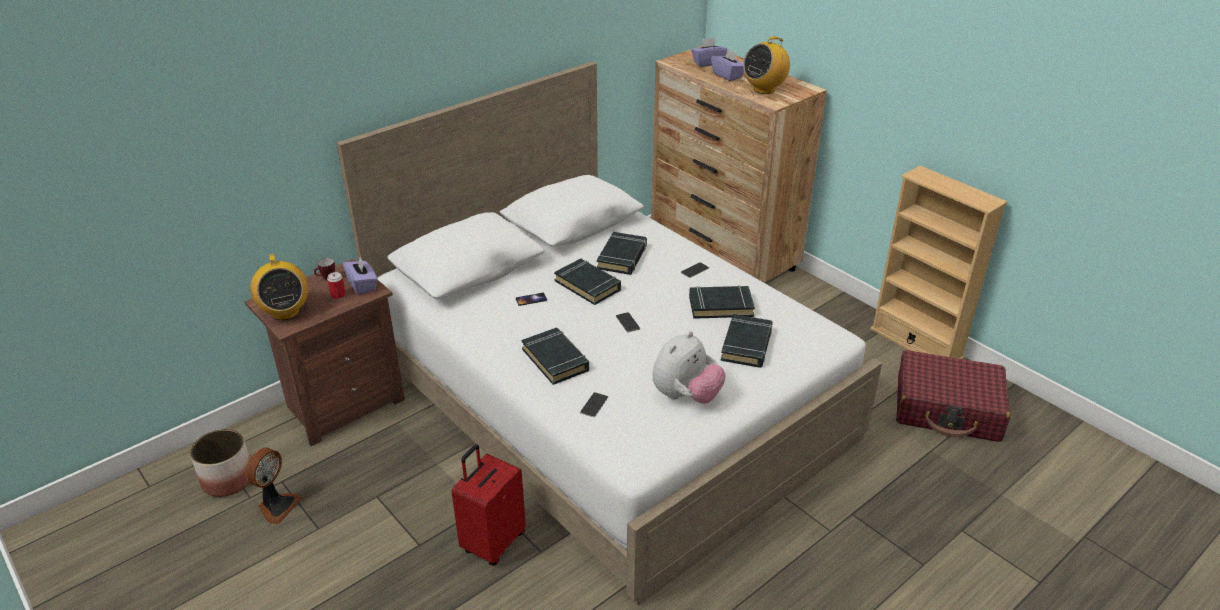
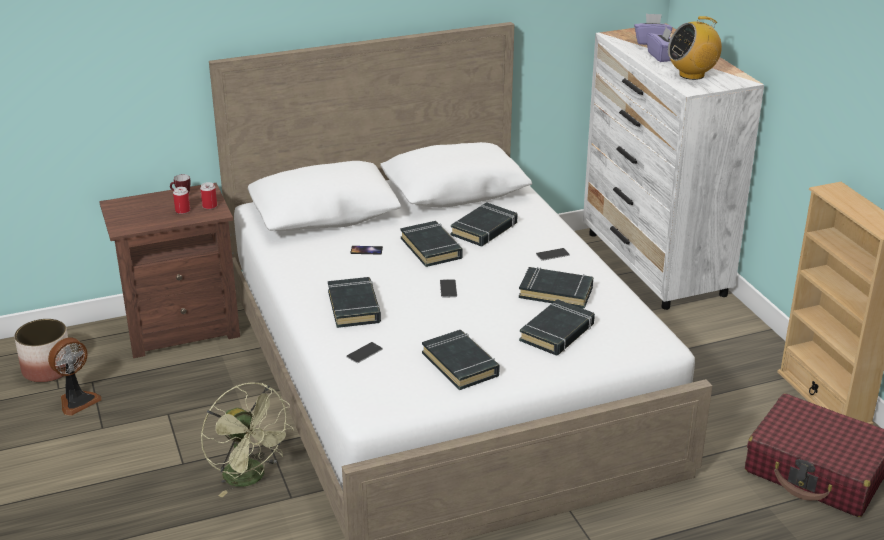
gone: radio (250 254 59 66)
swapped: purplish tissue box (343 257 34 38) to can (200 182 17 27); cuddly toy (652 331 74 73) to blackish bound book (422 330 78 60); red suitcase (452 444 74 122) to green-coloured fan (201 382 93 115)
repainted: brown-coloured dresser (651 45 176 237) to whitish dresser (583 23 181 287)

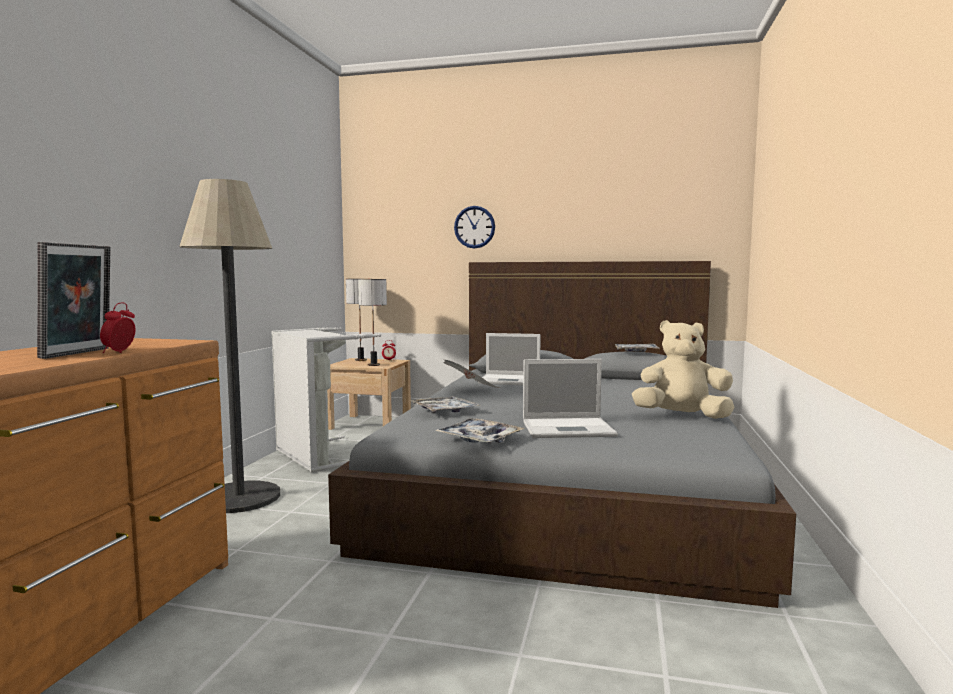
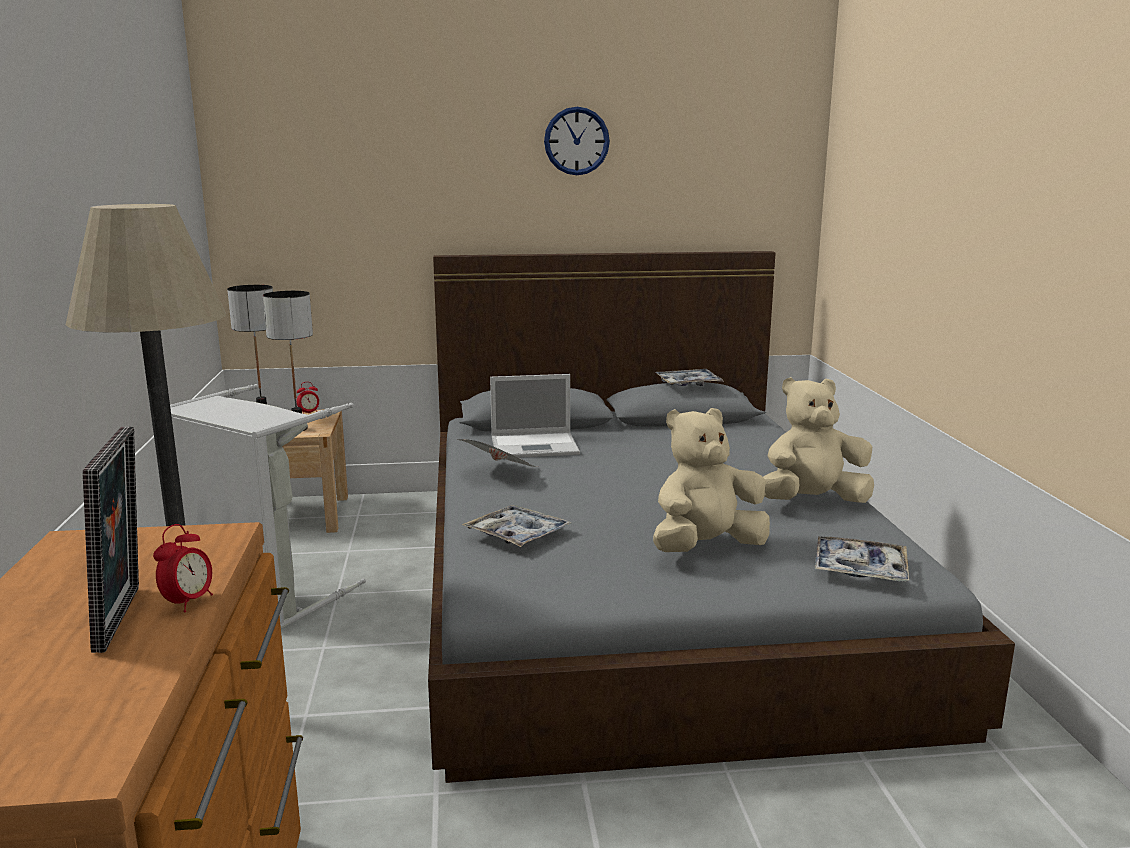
shifted: hanging clock (454 206 41 43) to (544 107 66 68); carrying tray (436 418 88 25) to (814 536 95 45)
swapped: laptop (523 359 95 79) to sand-coloured cuddly toy (653 408 117 144)
rotated: alarm clock (100 302 36 51) = (153 524 60 88) 150 degrees counterclockwise

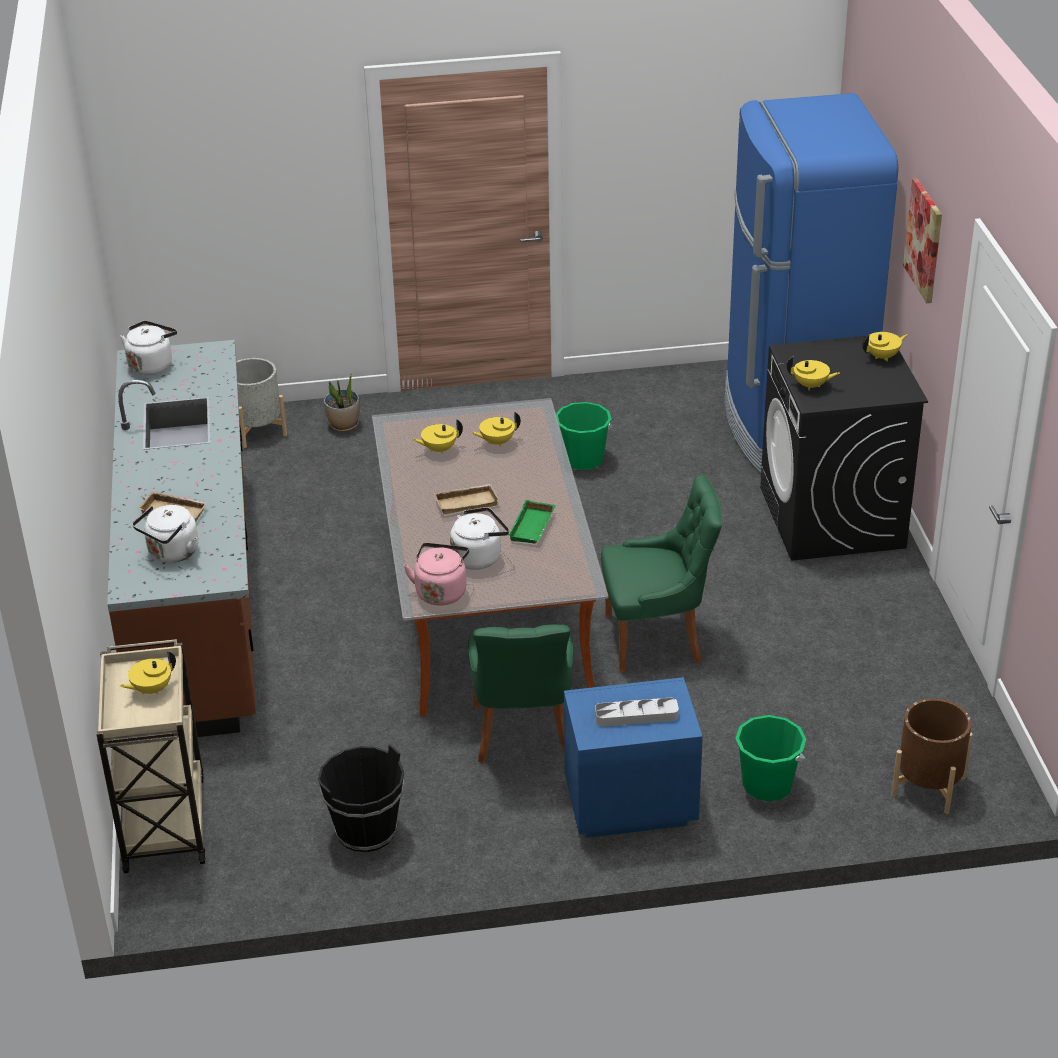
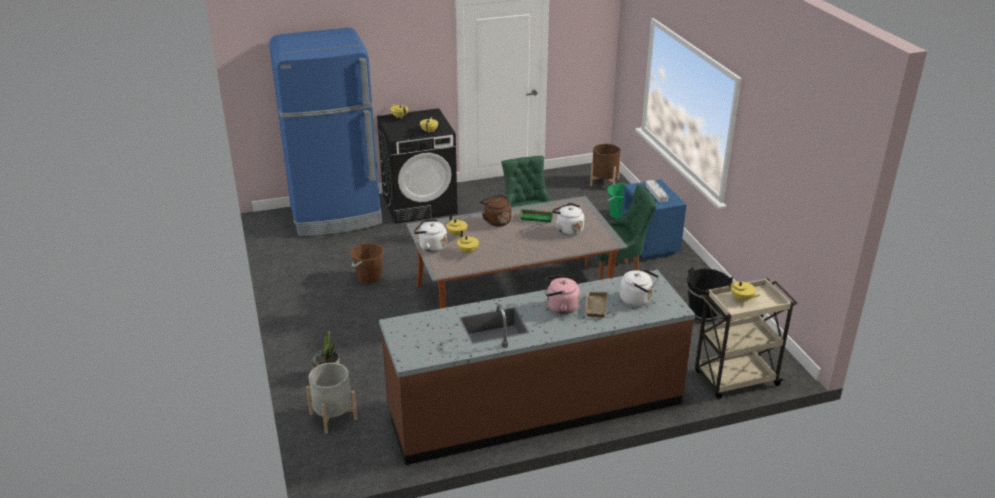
gone: wall art (903 178 39 125); sand-coloured carrying tray (434 484 65 30)
new: brown-coloured water kettle (480 194 31 32)
shifted: whitish water kettle (120 321 57 54) to (414 219 33 33); pinkish water kettle (403 543 66 63) to (545 275 35 39)
repainted: green-coloured water bucket (556 402 57 68) to brown-coloured water bucket (350 243 35 41)

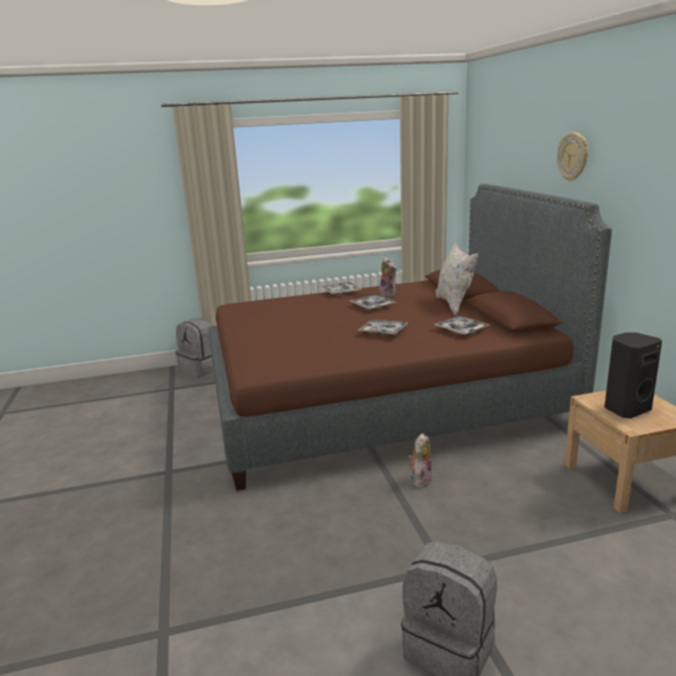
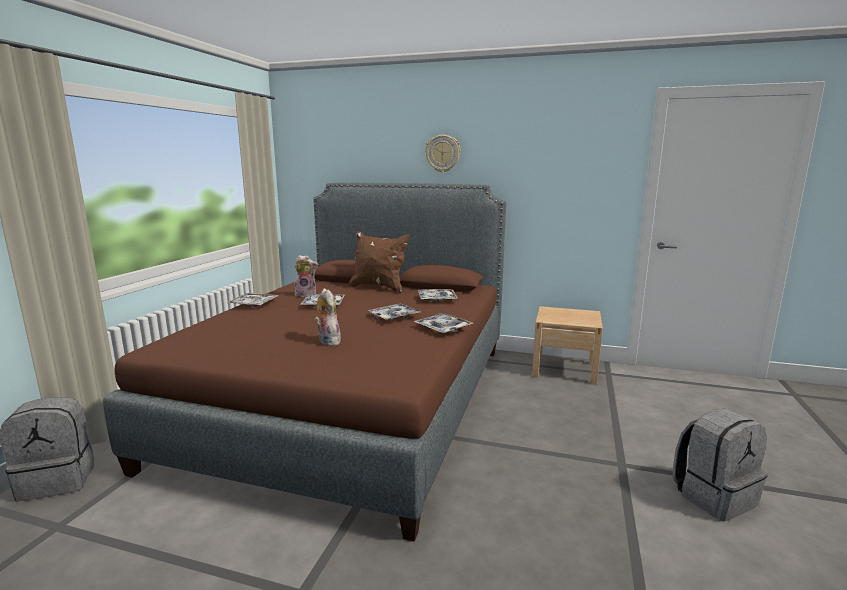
gone: blackish audio speaker (604 332 58 86)
new: carrying tray (414 313 59 20)
shifted: cuddly toy (409 433 23 55) to (314 288 27 58)
repainted: whitish throw pillow (435 242 43 73) to brown-coloured throw pillow (349 231 61 62)

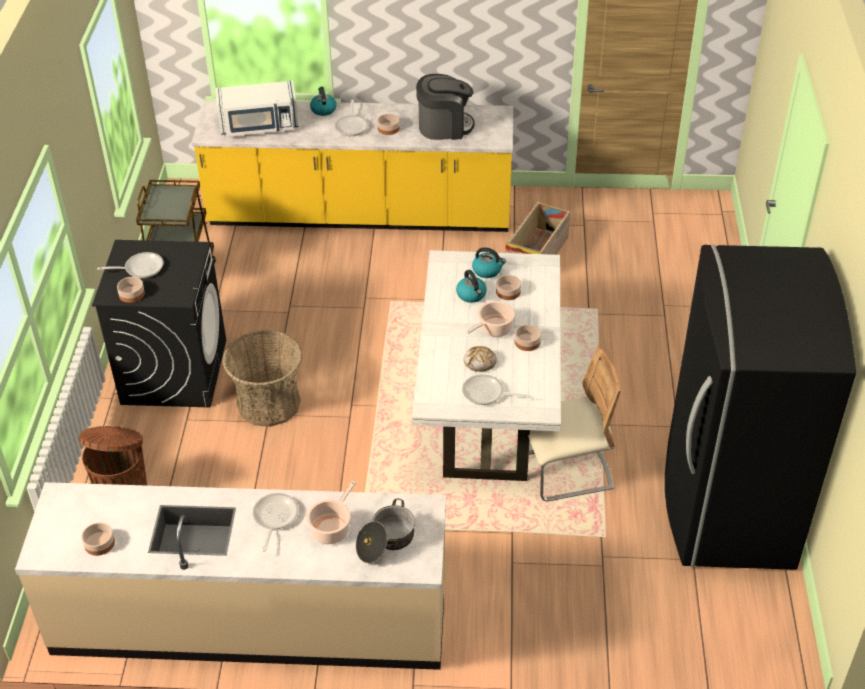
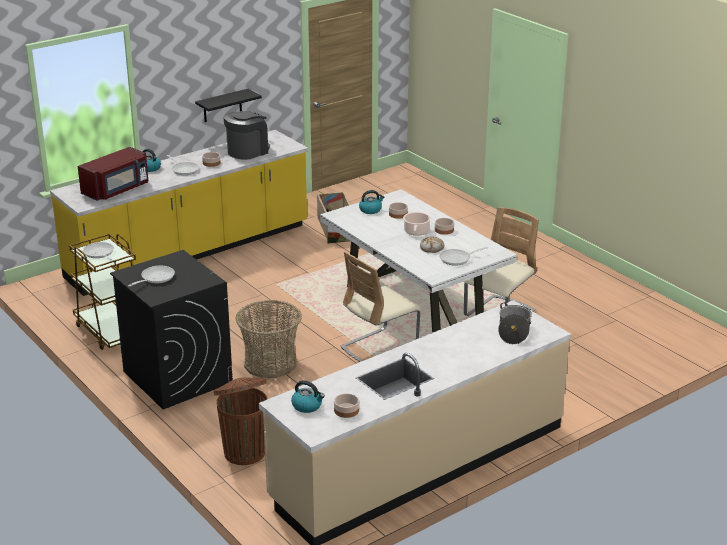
gone: blackish fridge (665 244 191 326); deep dish (117 277 28 26); stockpot (307 481 49 63)
new: blackish wall shelf (195 89 67 33); sand-coloured chair (341 251 80 111)
shifted: water kettle (456 270 31 33) to (291 380 34 33); pan (253 493 46 59) to (83 242 31 20)
repainted: whitish microwave (216 81 83 56) to red microwave (78 147 70 54)

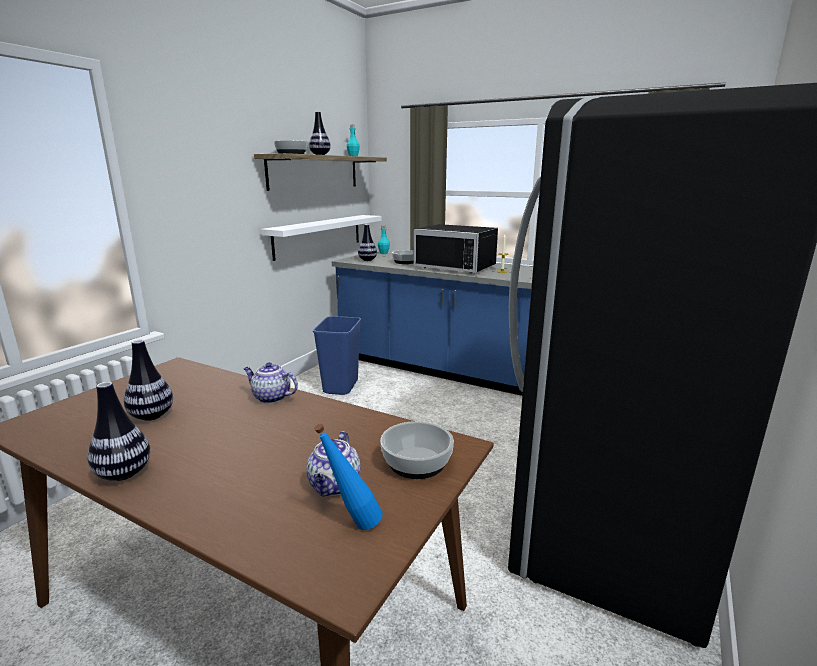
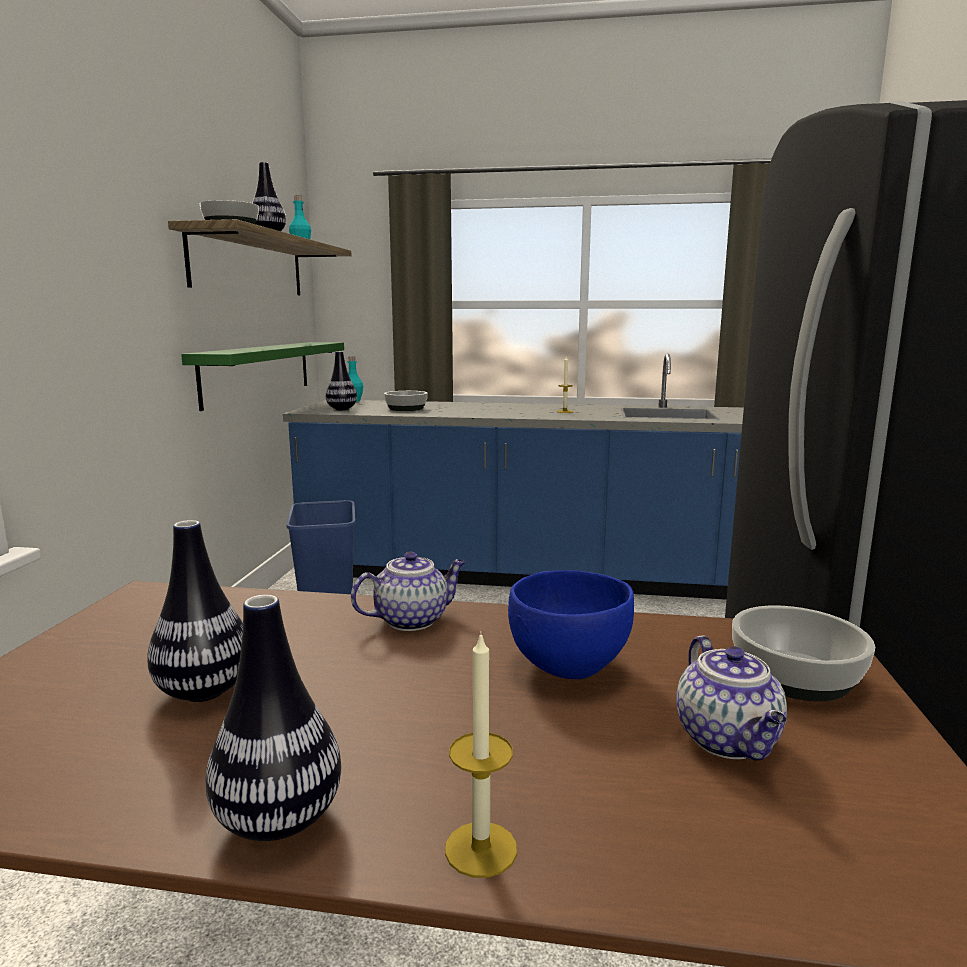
gone: blackish microwave (414 224 84 49); blue-coloured beverage bottle (314 424 69 106)
new: blue-coloured deep dish (508 570 126 109); candle (445 631 72 247)
repainted: whitish wall shelf (261 215 121 46) to green-coloured wall shelf (181 342 163 69)
rotated: tea pot (243 362 55 41) = (351 551 115 80) 150 degrees clockwise

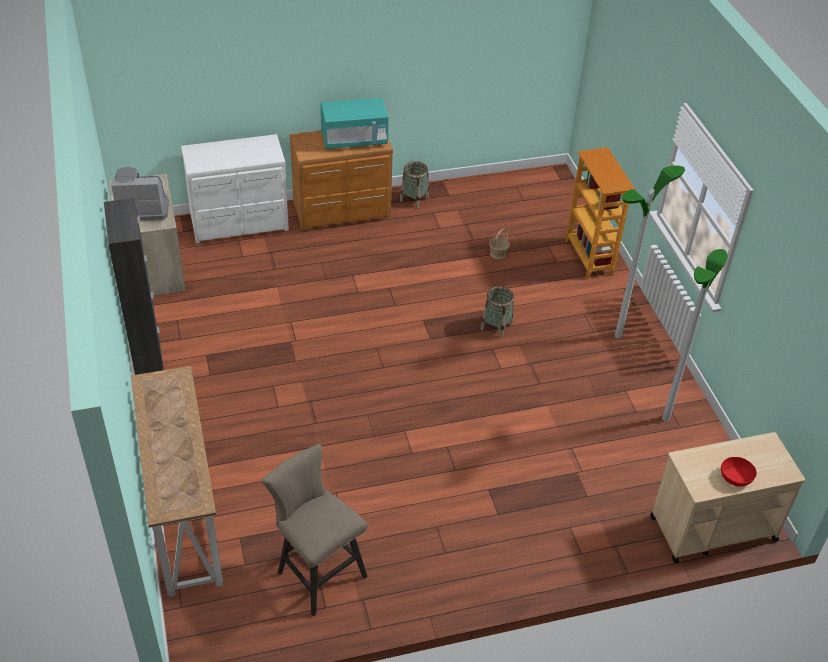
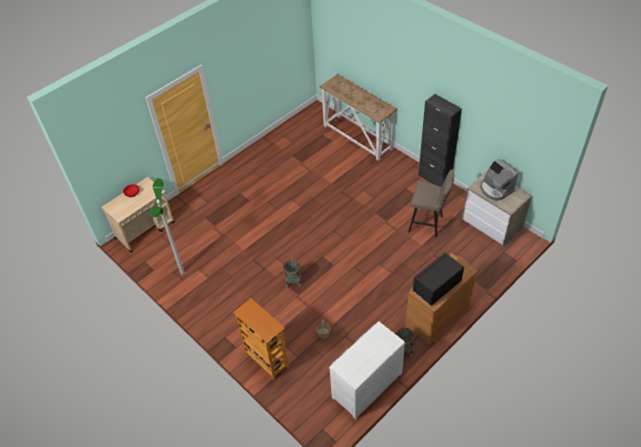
gone: standard lamp (615 166 70 173)
shifted: whitish dresser (181 134 108 109) to (329 321 76 98); sand-coloured sitting stool (262 444 106 172) to (408 169 46 68)
repainted: blue-green microwave (321 98 68 51) to blackish microwave (413 252 51 54)
rotated: coffee machine (111 167 58 54) = (480 159 38 42) 90 degrees clockwise

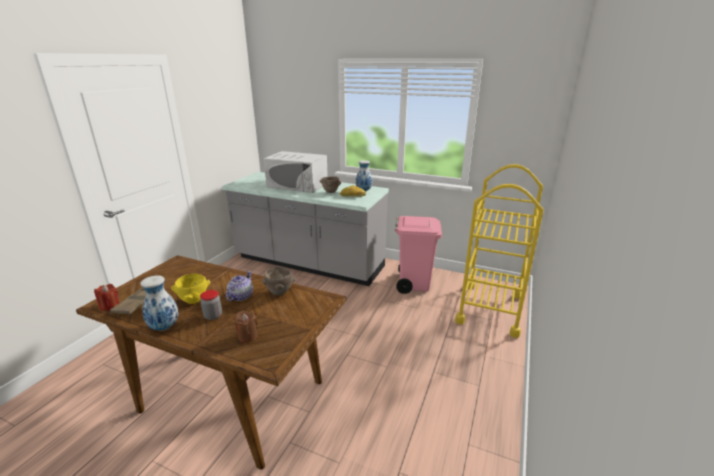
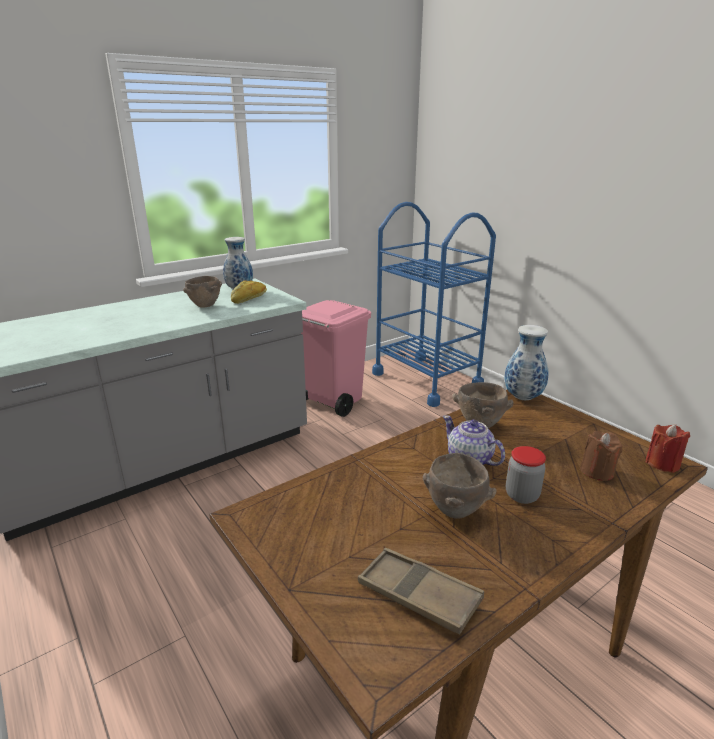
gone: whitish microwave (264 151 64 42)
shifted: flower vase (140 275 39 56) to (504 325 45 75); red candle (94 284 25 27) to (646 424 44 49)
repainted: yellow cart (455 164 89 174) to blue-coloured cart (372 202 124 205); yellow deep dish (171 274 39 30) to brown-coloured deep dish (423 453 73 66)

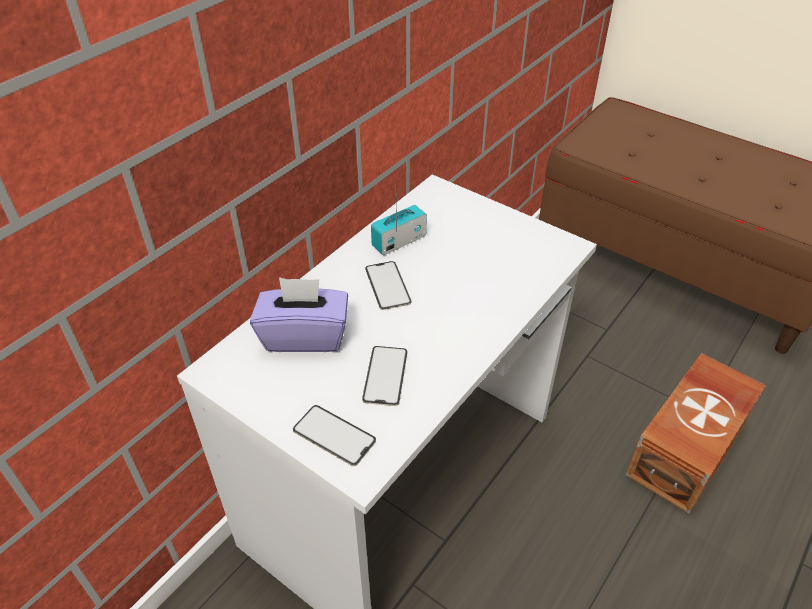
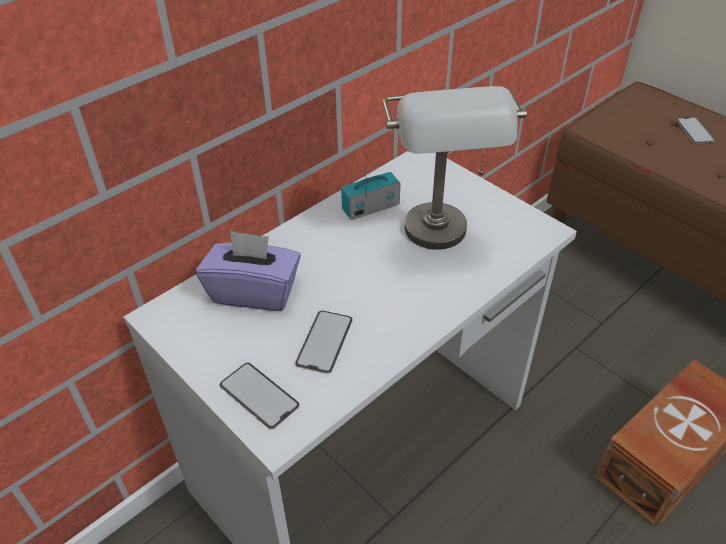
new: greyish tabletop lamp (383 86 144 164)
shifted: telephone (365 261 47 49) to (676 117 39 27)

